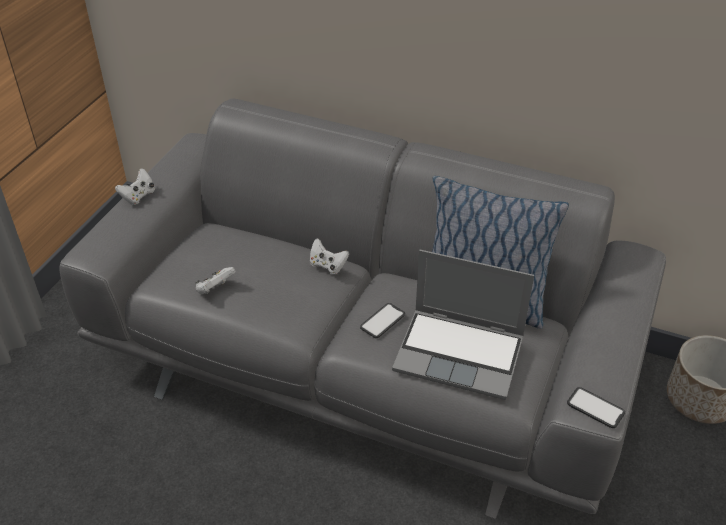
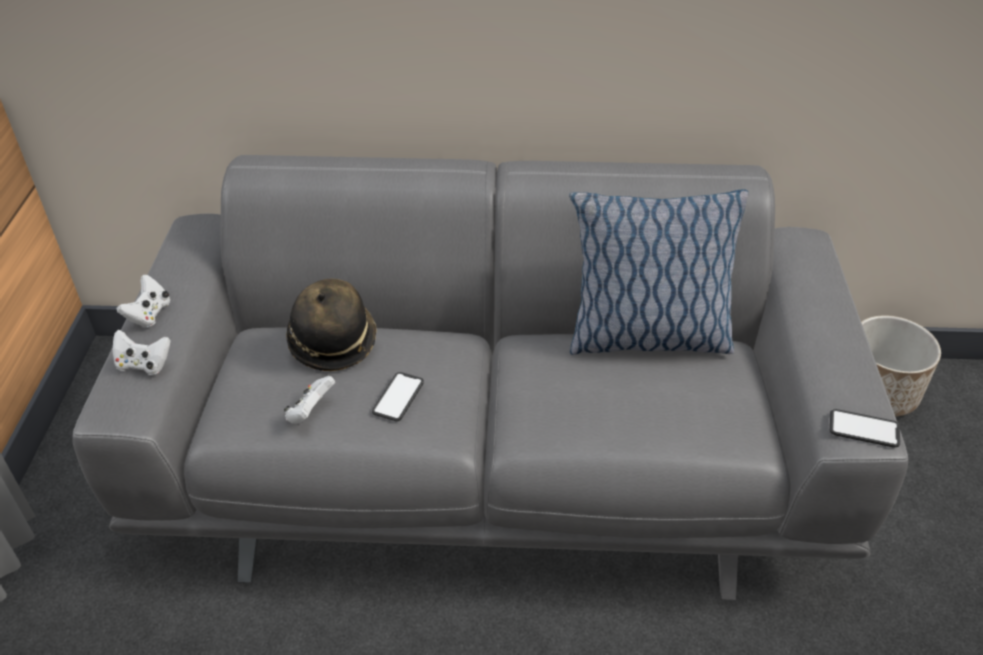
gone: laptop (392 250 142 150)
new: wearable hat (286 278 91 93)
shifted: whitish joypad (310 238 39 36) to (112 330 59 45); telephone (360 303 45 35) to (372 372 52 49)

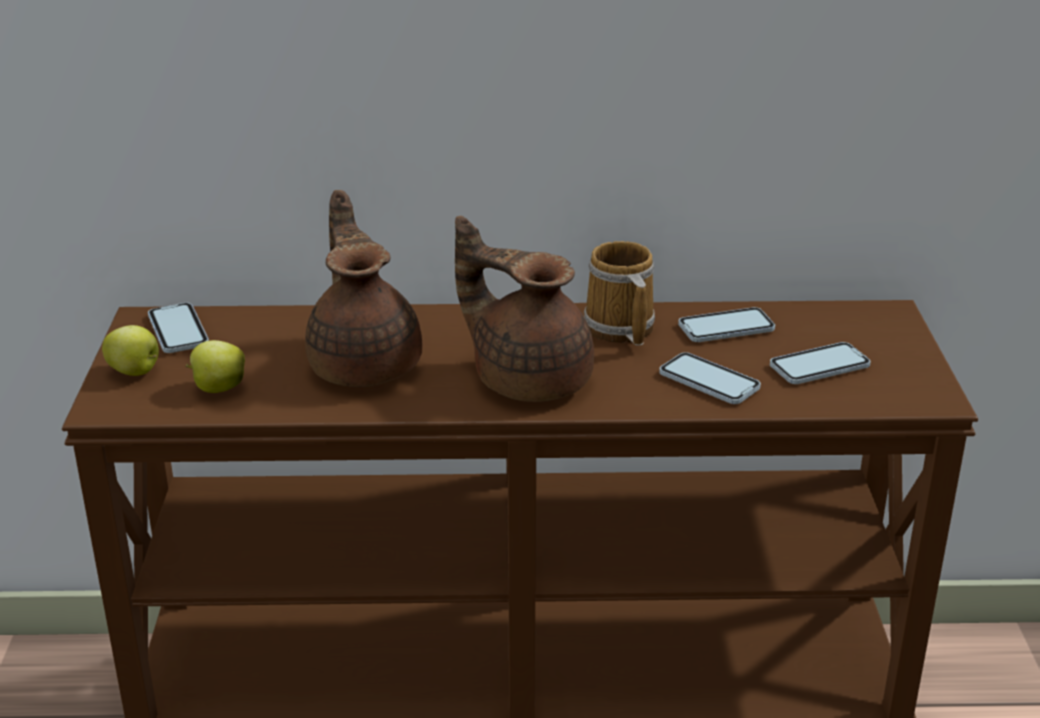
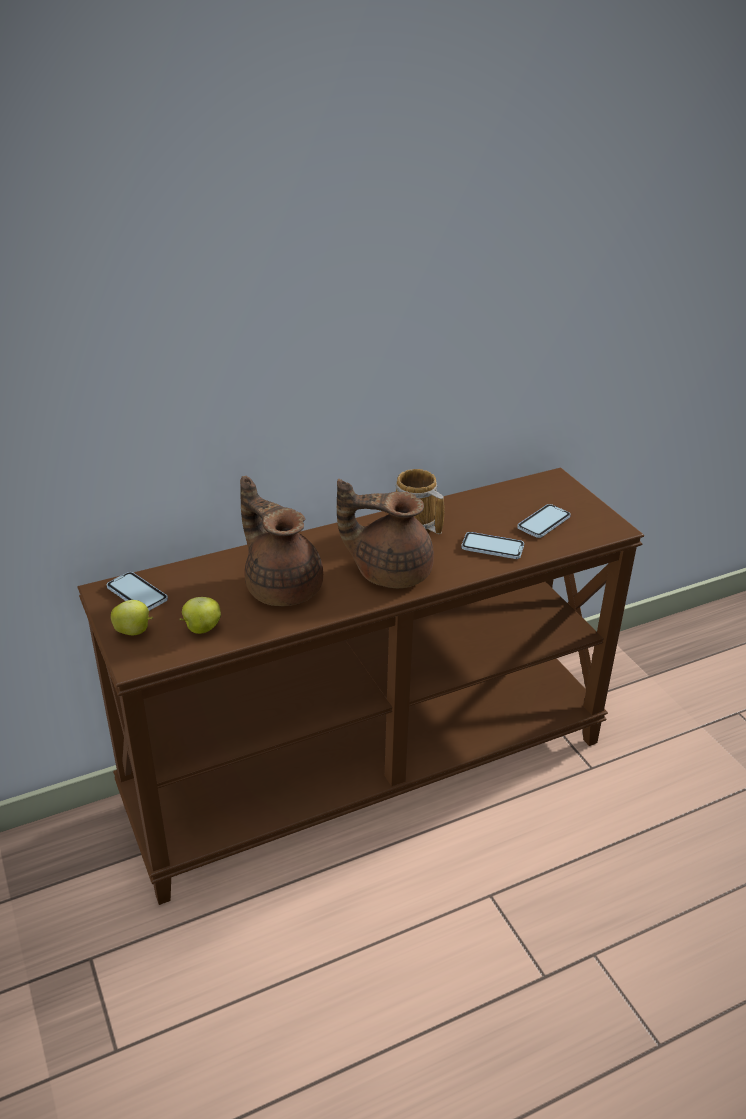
gone: telephone (678 307 97 35)

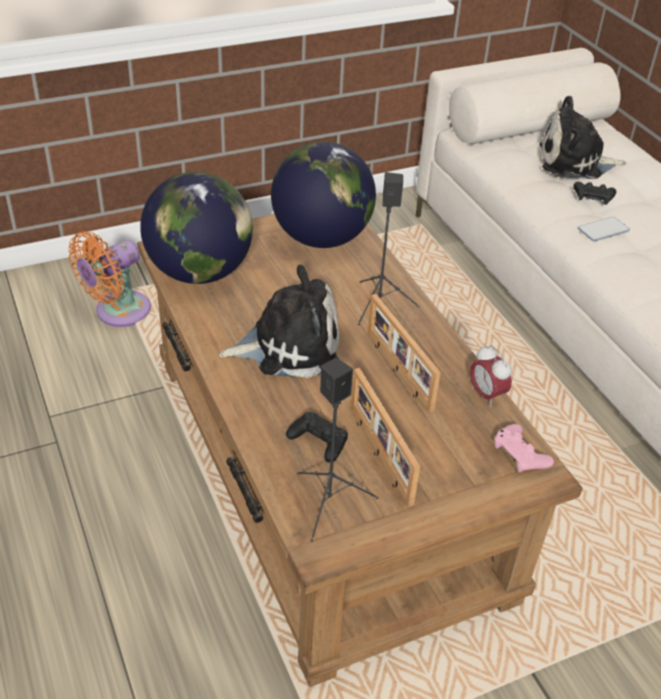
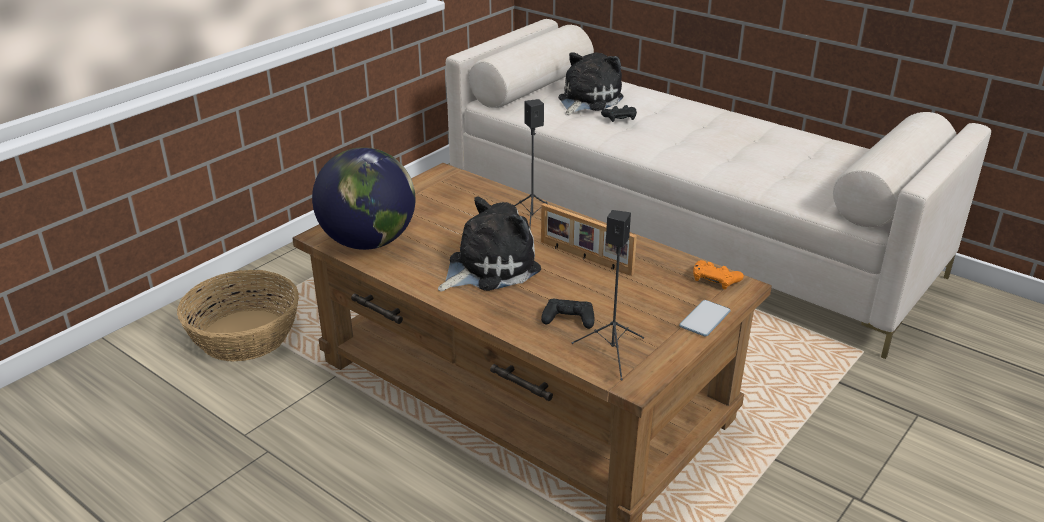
gone: globe (271 142 105 106); alarm clock (470 344 42 63); photo frame (351 368 69 139)
shifted: telephone (578 217 52 24) to (679 300 52 37)
swapped: orange fan (68 232 83 95) to storage basket (177 270 122 92)
repainted: pinkish joypad (495 424 59 48) to orange joypad (693 260 51 30)
rotated: cuddly toy (539 96 87 83) = (558 52 66 63) 150 degrees clockwise

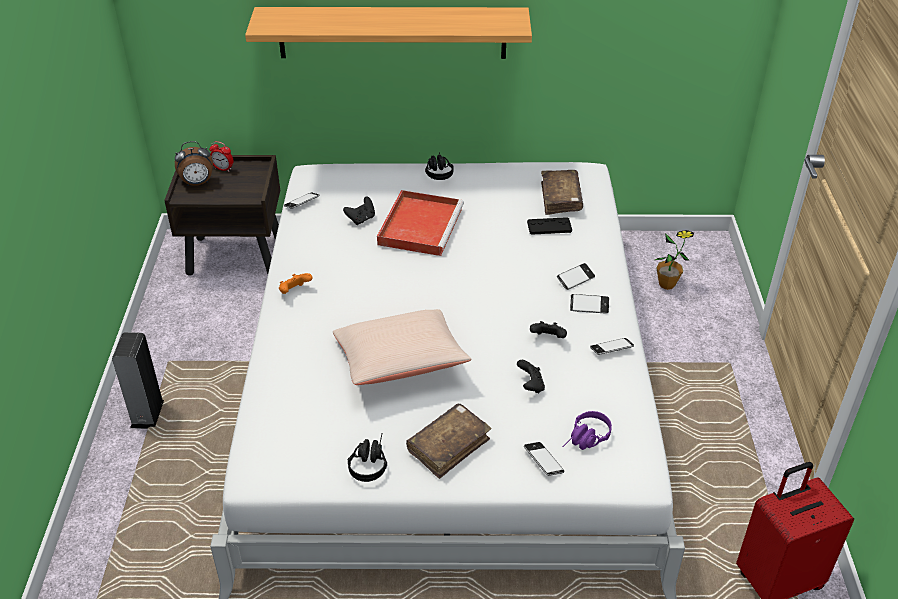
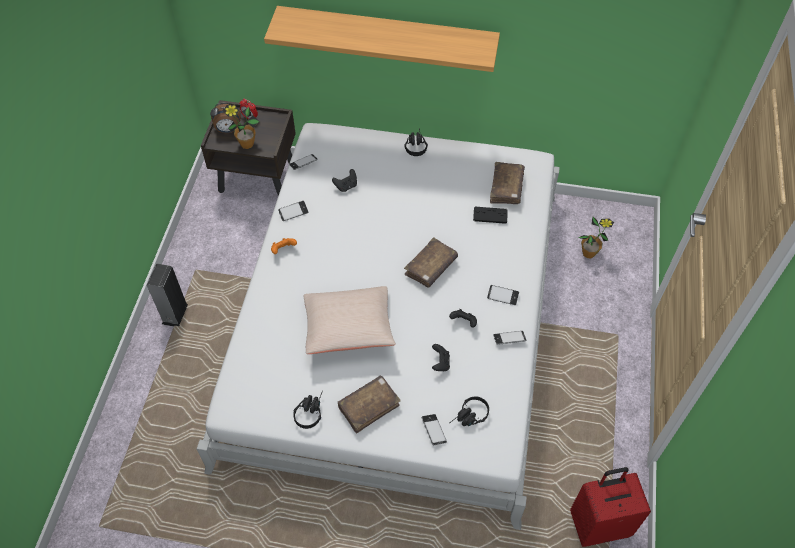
gone: red carrying tray (377 190 87 66)
new: houseplant (223 104 36 45); brown-coloured bound book (404 237 54 50)
shifted: telephone (557 263 38 27) to (278 201 30 20)
repainted: purplish headset (563 411 49 39) to blackish headset (450 396 39 30)

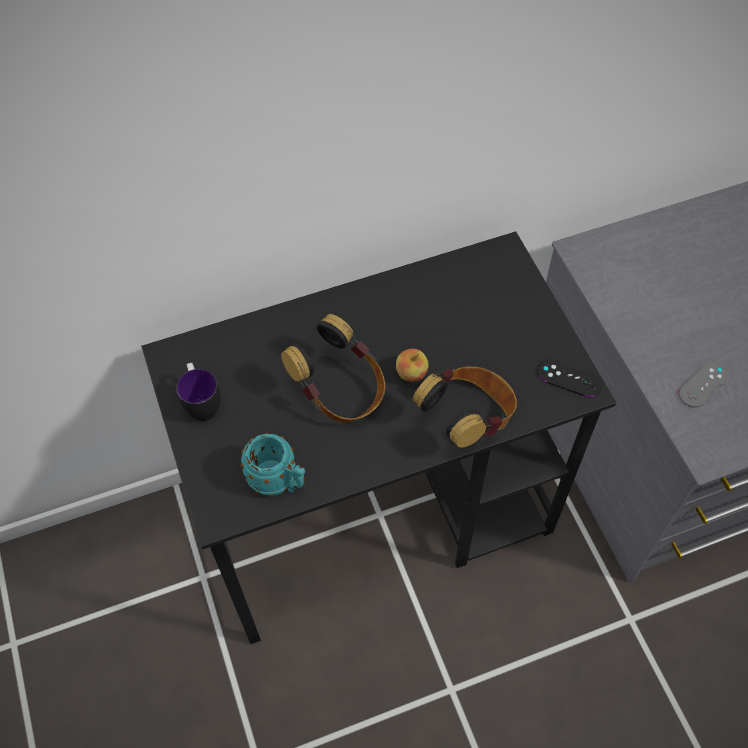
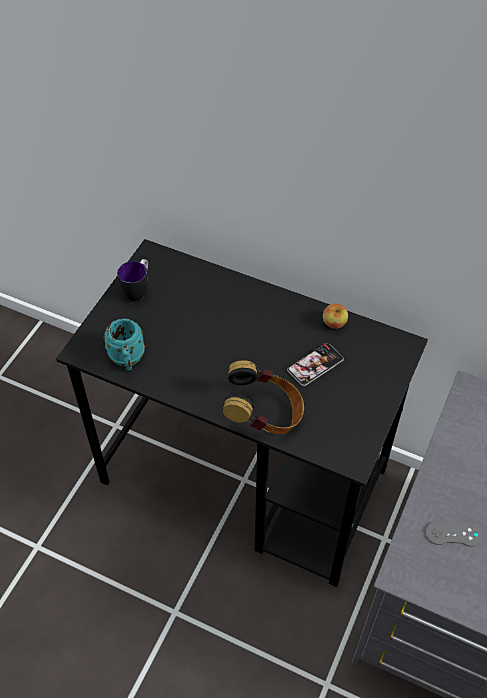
gone: headset (281 314 105 109); blackish joypad (538 359 65 38)
new: telephone (287 343 57 43)
shifted: apple (396 349 32 33) to (323 304 25 25)

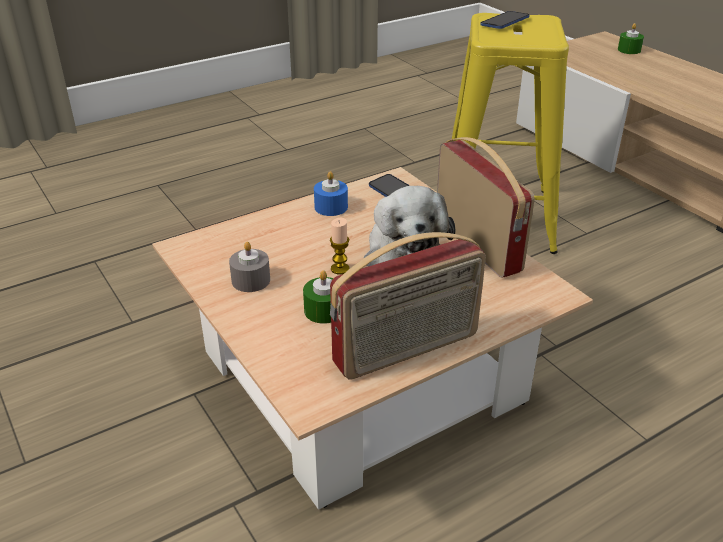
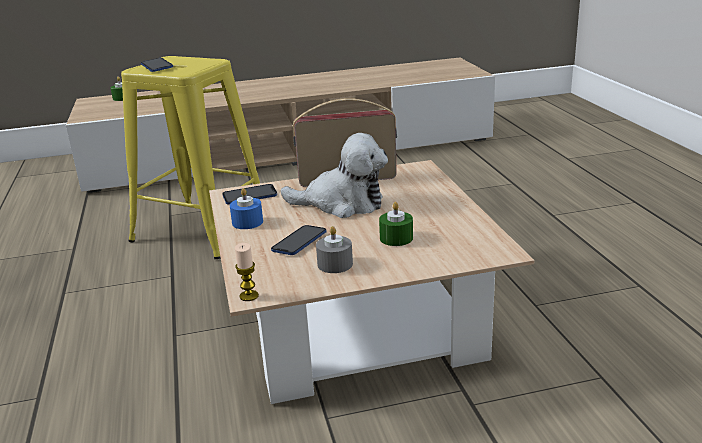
gone: radio (330 232 156 148)
new: telephone (271 225 56 30)
shifted: candle (330 218 19 57) to (235 243 24 58)

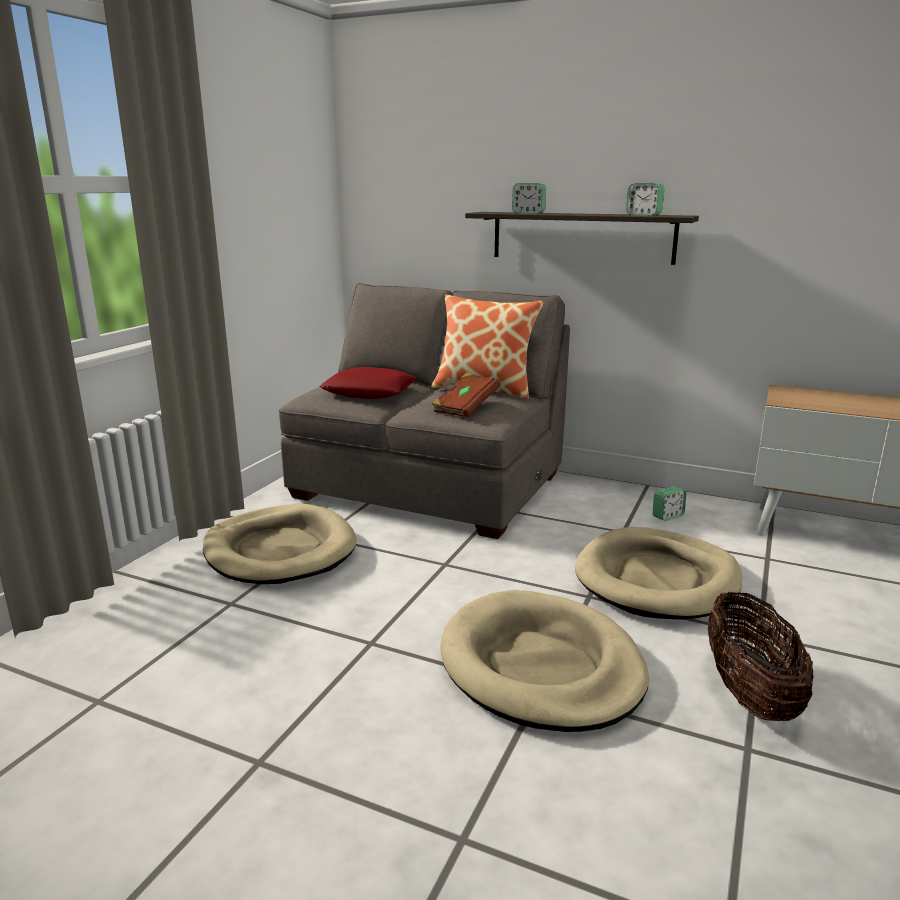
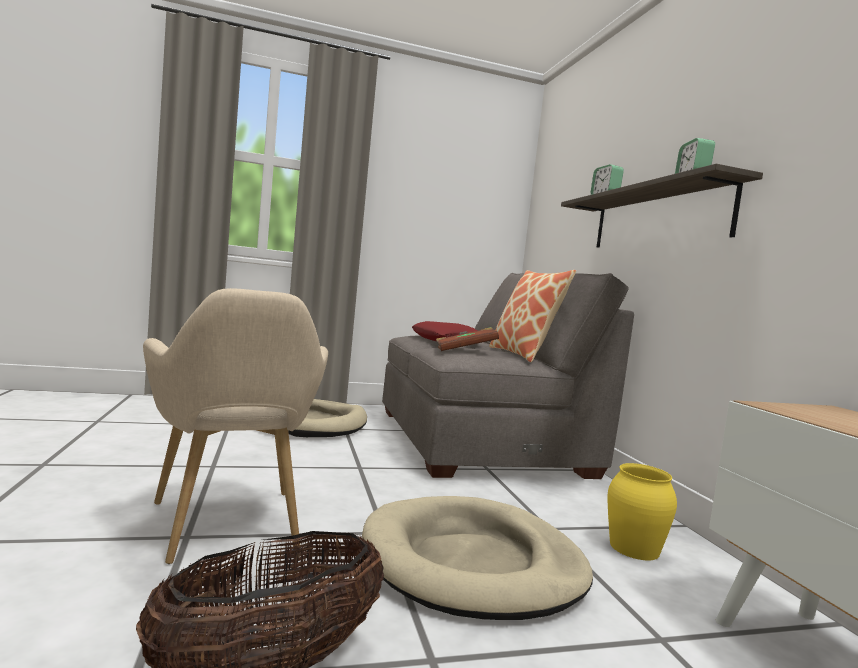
swapped: alarm clock (653 486 33 35) to yellow flower vase (608 463 69 97); sand-coloured dog cushion (440 590 209 142) to sand-coloured armchair (143 288 185 276)

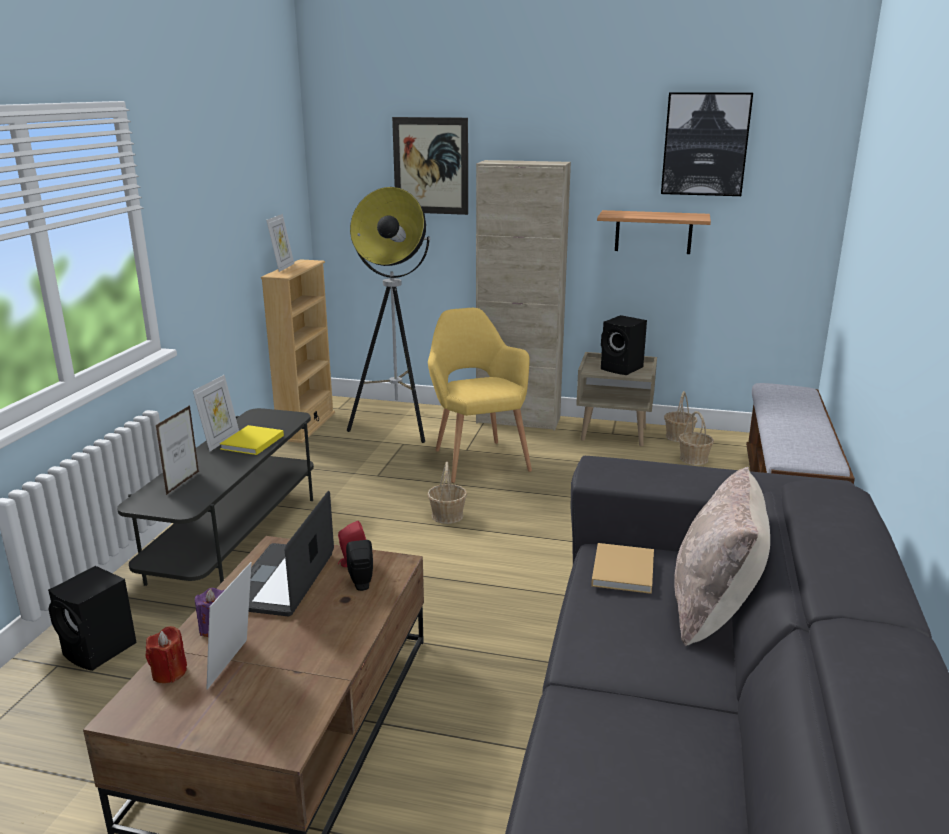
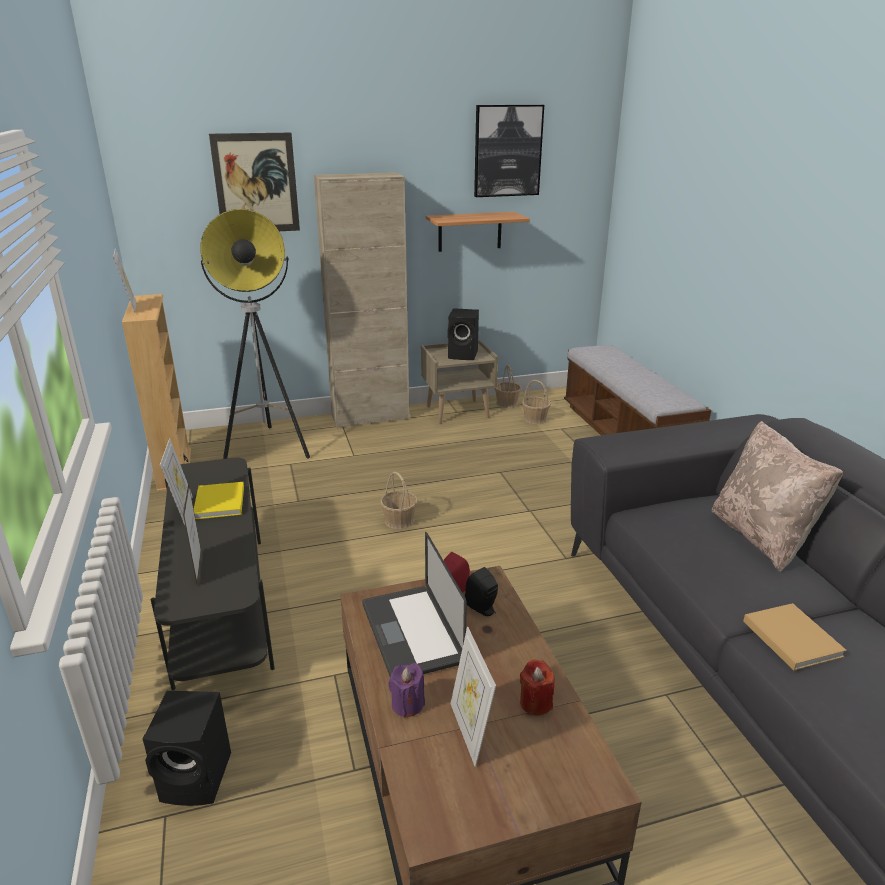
gone: yellow armchair (428 308 104 175)
shifted: sand-coloured bound book (591 543 63 51) to (743 603 104 68); red candle (146 626 41 57) to (520 660 35 55)

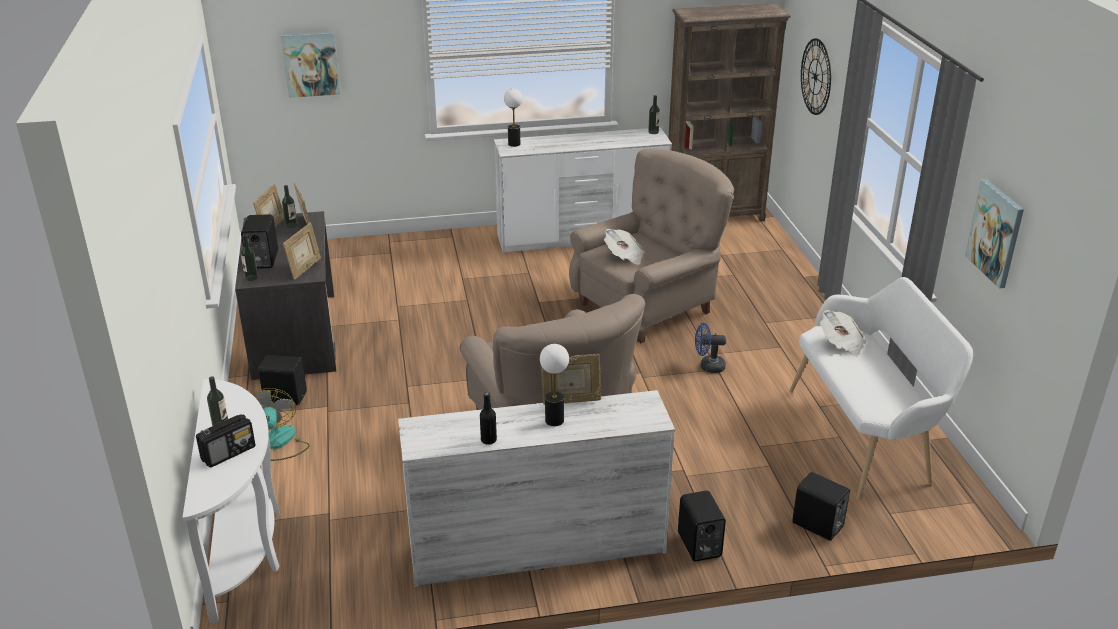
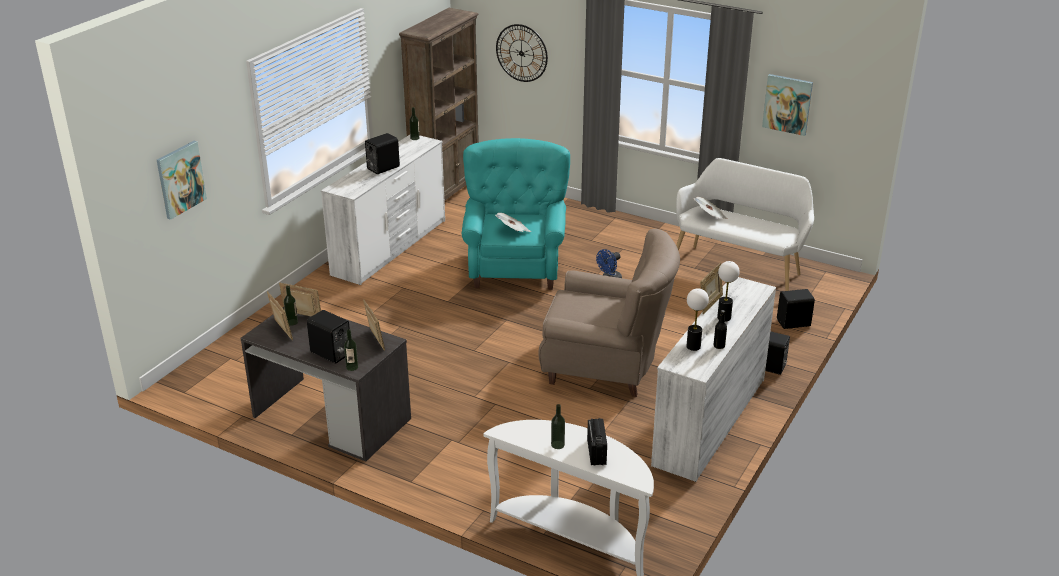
gone: fan (251 388 59 73)
shifted: tabletop lamp (504 89 19 58) to (687 288 22 63); blackish audio speaker (258 355 49 50) to (365 133 35 41)
repainted: sand-coloured armchair (569 148 165 195) to blue-green armchair (462 138 108 152)

